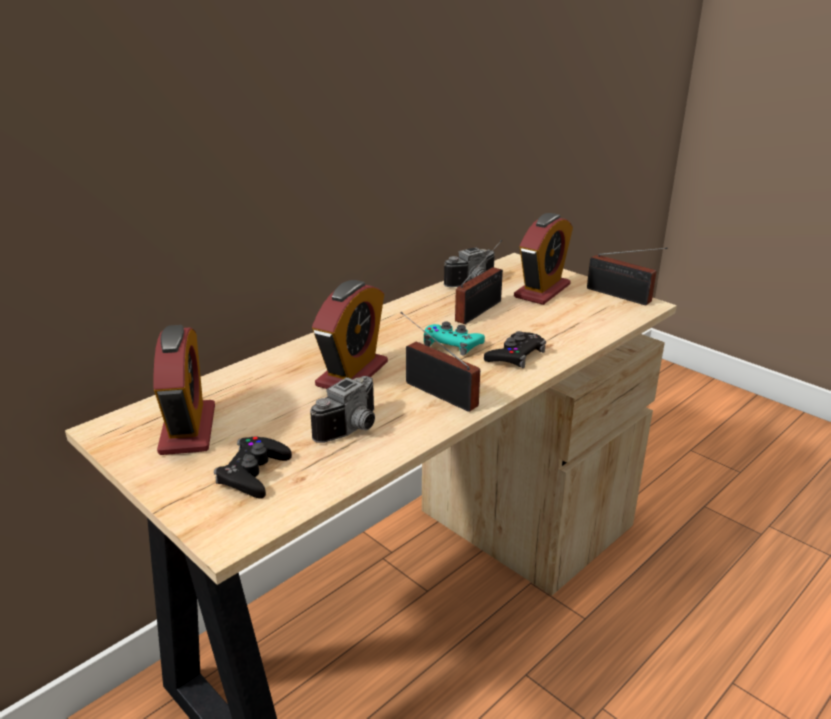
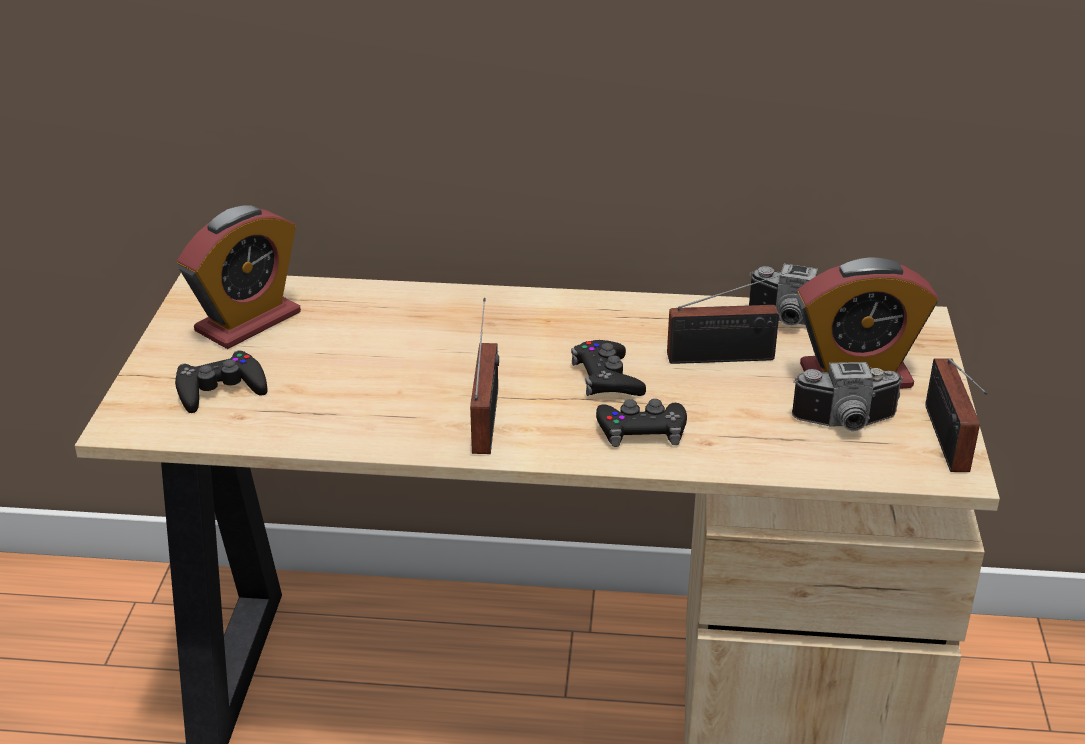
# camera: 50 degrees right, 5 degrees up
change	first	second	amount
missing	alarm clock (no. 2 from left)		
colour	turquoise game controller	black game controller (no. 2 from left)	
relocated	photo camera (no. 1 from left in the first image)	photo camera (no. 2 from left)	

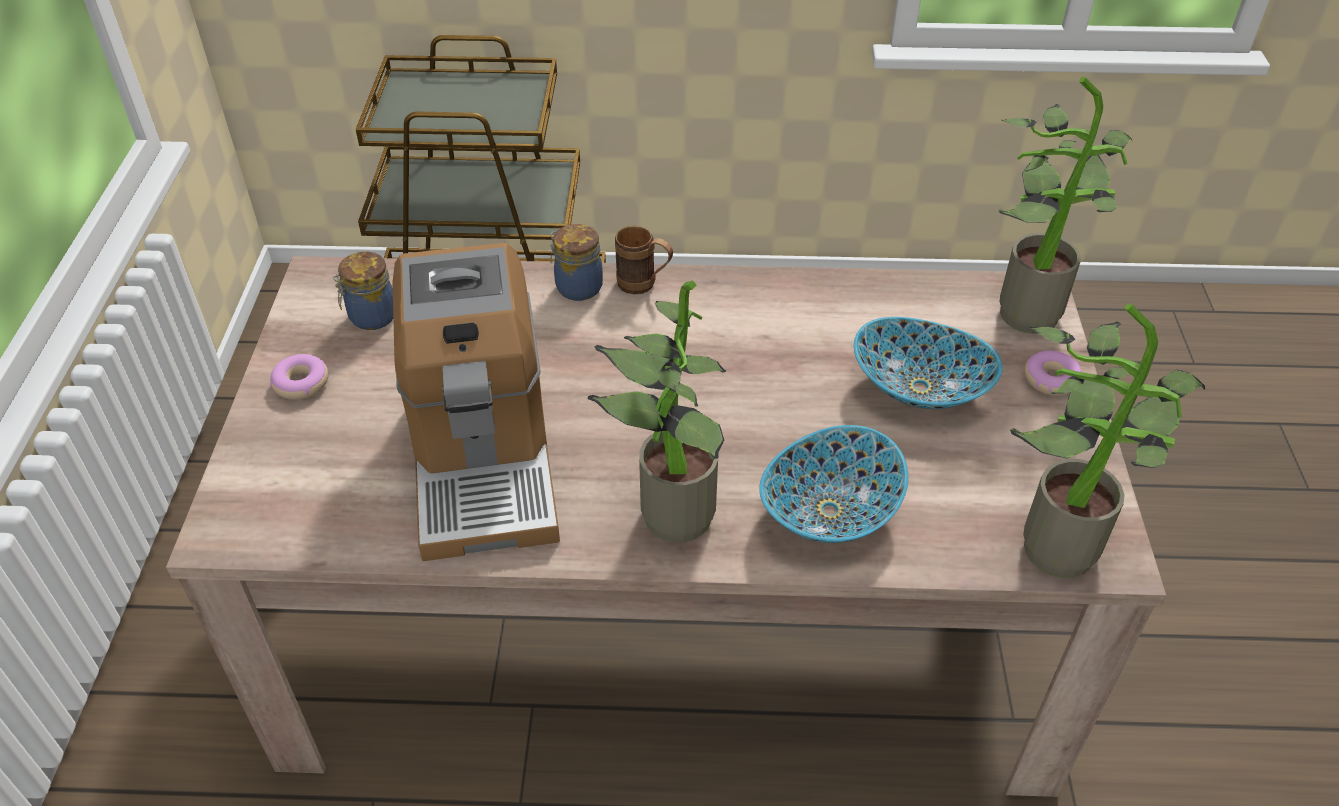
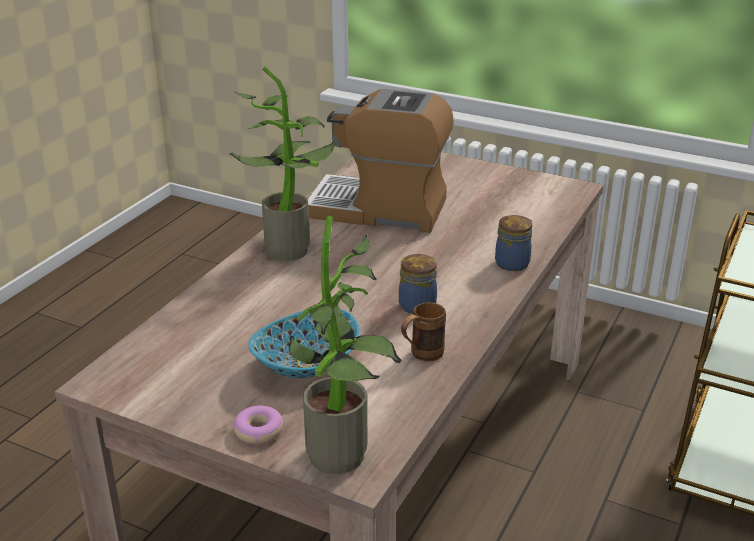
# camera: 115 degrees right, 15 degrees down
change	first	second	amount
relocated	brown mug		
relocated	jar (no. 1 from left)		
missing	potted plant (no. 3 from left)		
missing	donut (no. 1 from left)		
missing	bowl (no. 1 from left)		

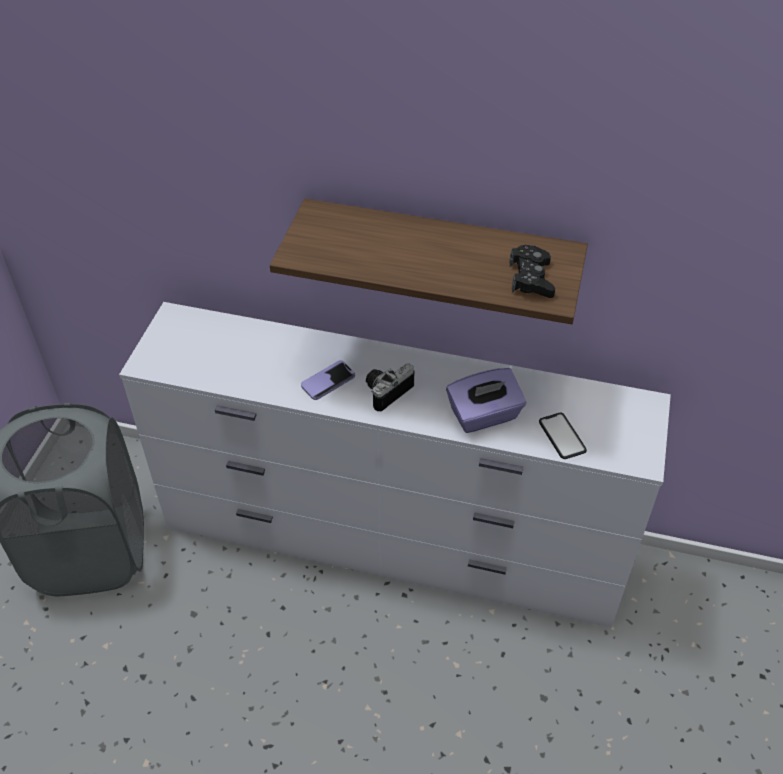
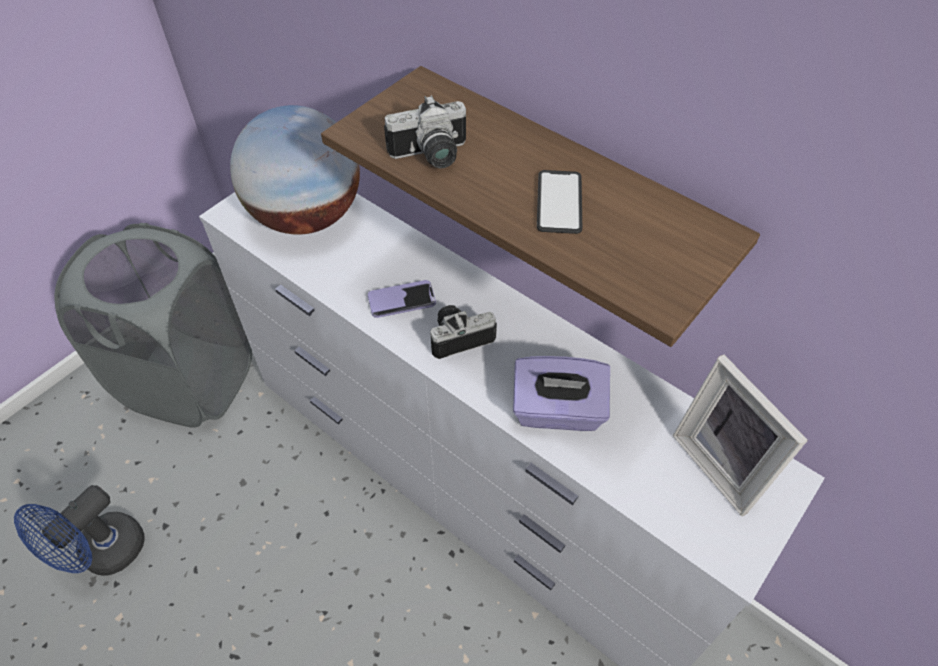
# camera: 25 degrees right, 5 degrees up
change	first	second	amount
missing	black game controller		
relocated	phone (no. 2 from left)		
appeared		photo camera (no. 1 from left)	
appeared		globe	
appeared		picture frame	
appeared		blue fan	

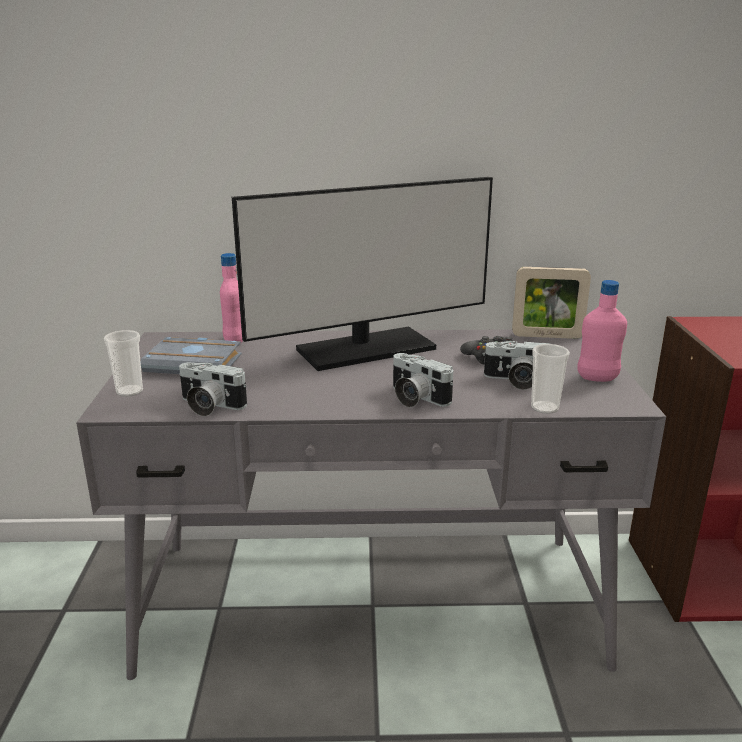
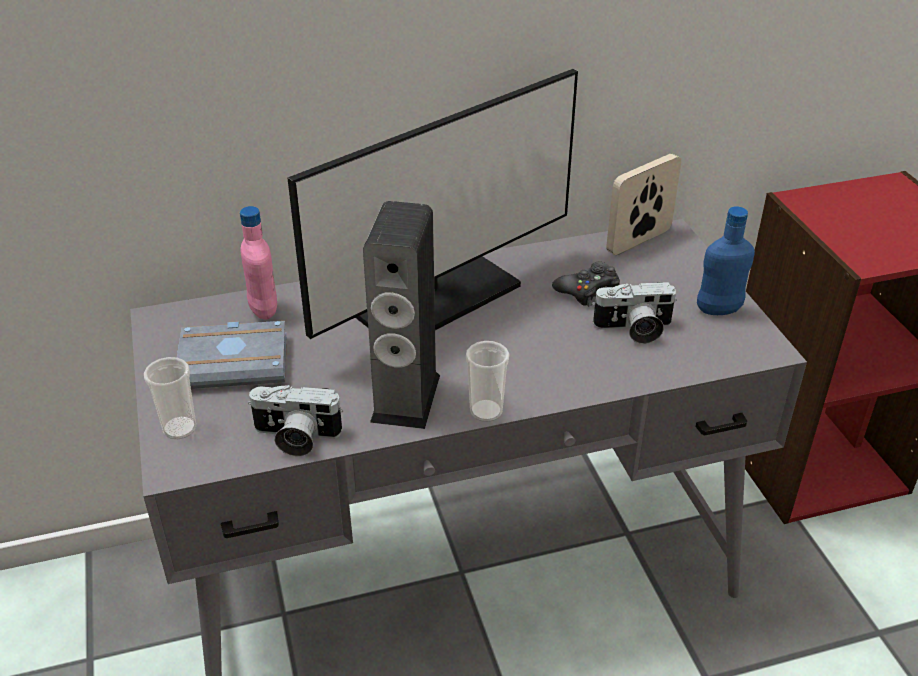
# camera: 15 degrees left, 15 degrees up
change	first	second	amount
spun	picture frame		150 degrees clockwise
colour	pink bottle (no. 2 from left)	blue bottle	
relocated	cup (no. 2 from left)		
missing	photo camera (no. 2 from left)		
appeared		speaker	

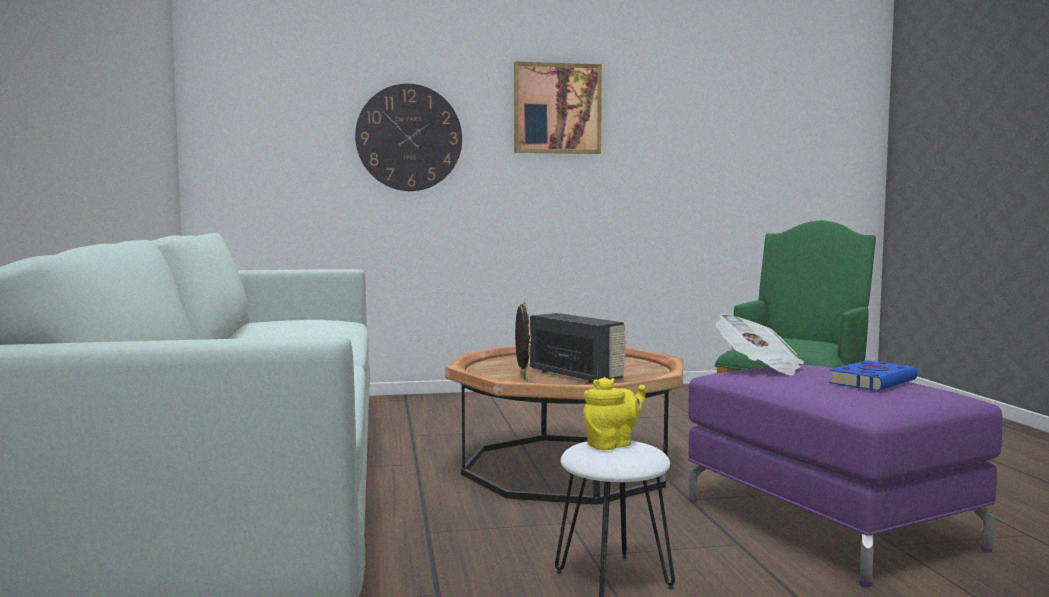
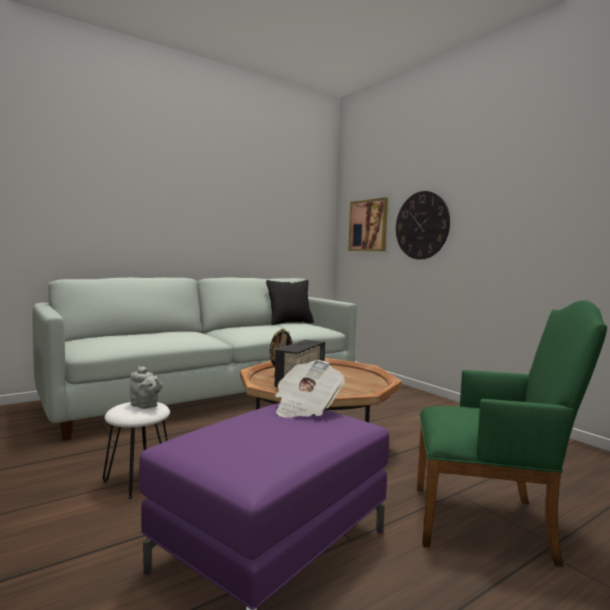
# camera: 65 degrees right, 0 degrees up
change	first	second	amount
relocated	picture		
missing	blue book		
colour	yellow teapot	grey teapot	
appeared		black pillow	

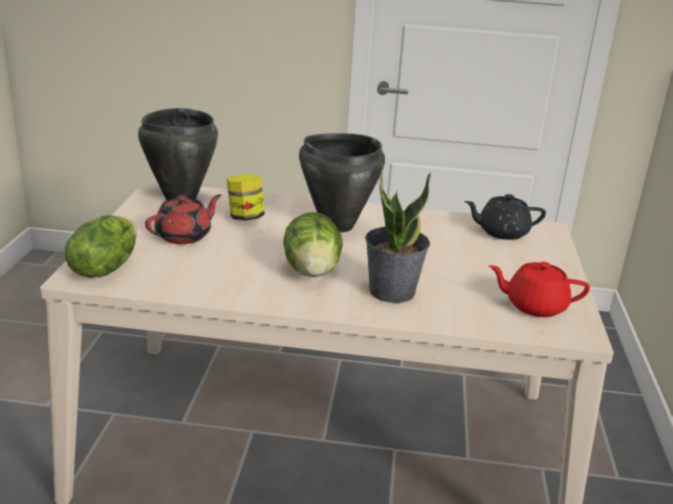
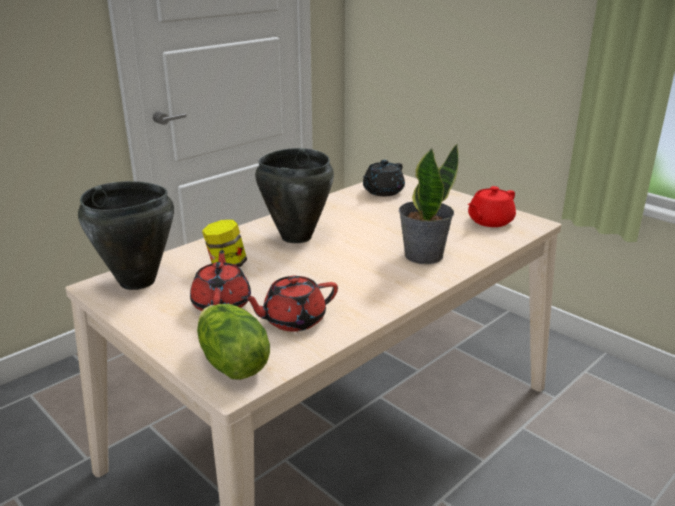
# camera: 50 degrees left, 0 degrees up
change	first	second	amount
missing	lettuce (no. 2 from left)		
appeared		red teapot (no. 2 from left)	

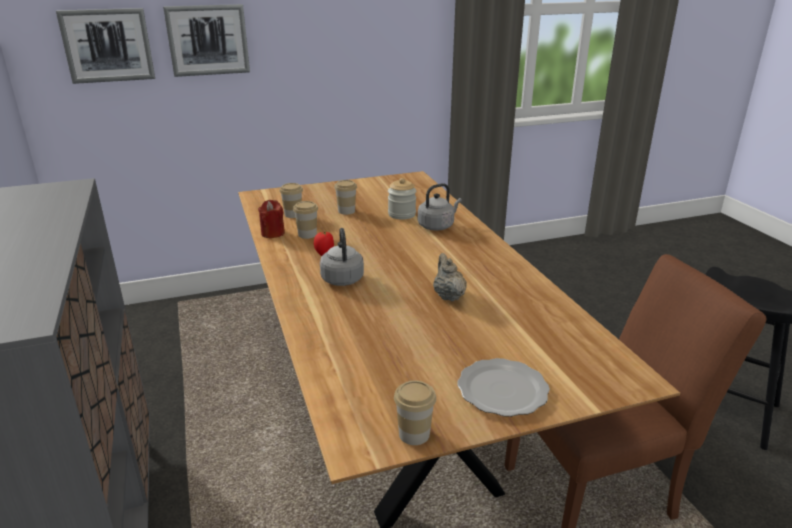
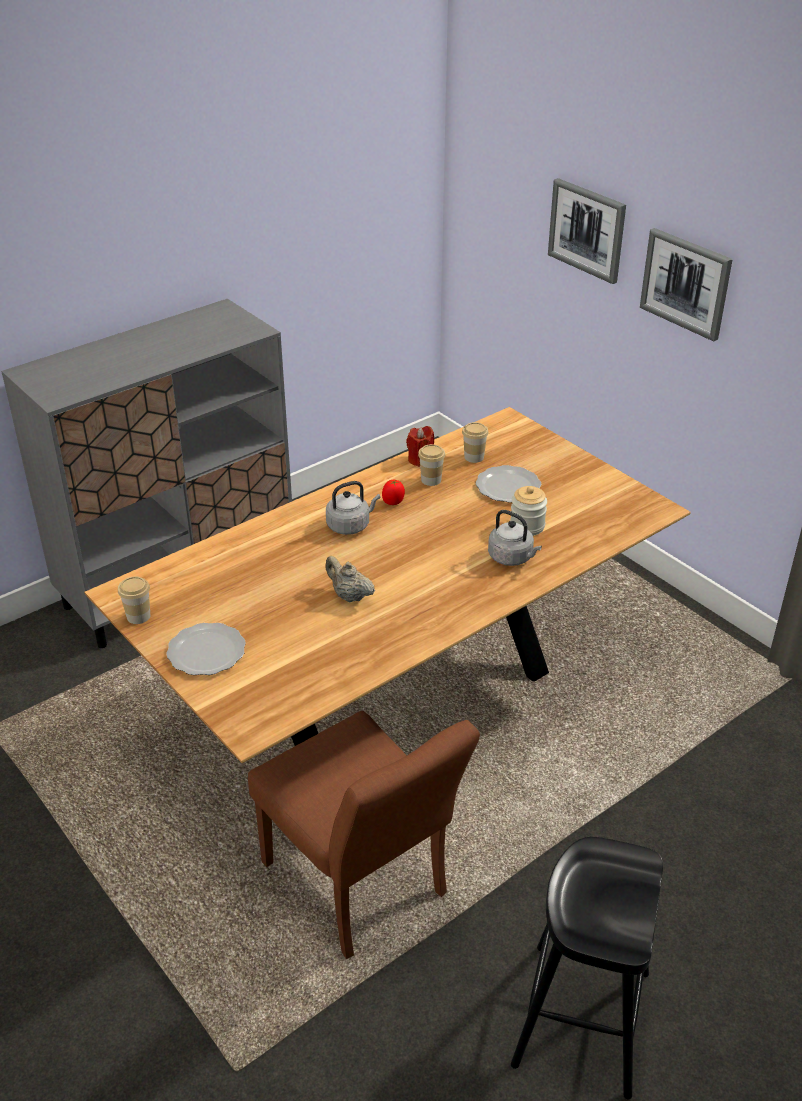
# camera: 70 degrees right, 10 degrees up
change	first	second	amount
relocated	picture (no. 1 from left in the first image)	picture (no. 2 from left)	
exchanged	cup (no. 3 from left)	plate (no. 2 from left)	
spun	beige teapot		105 degrees counterclockwise

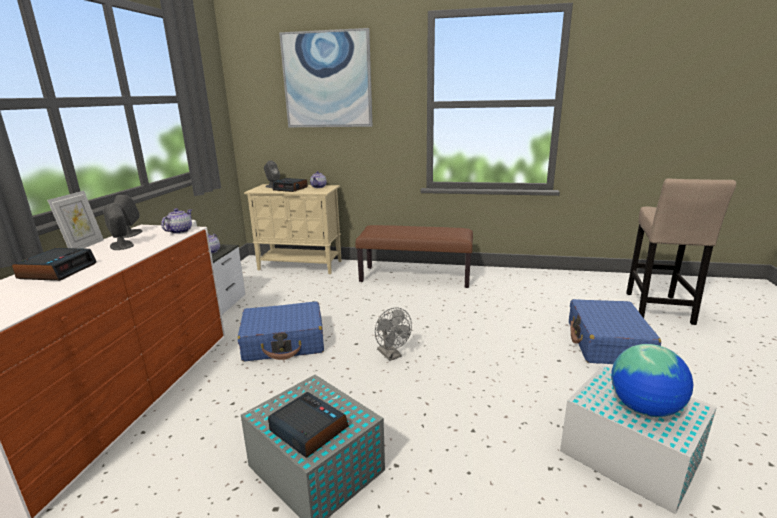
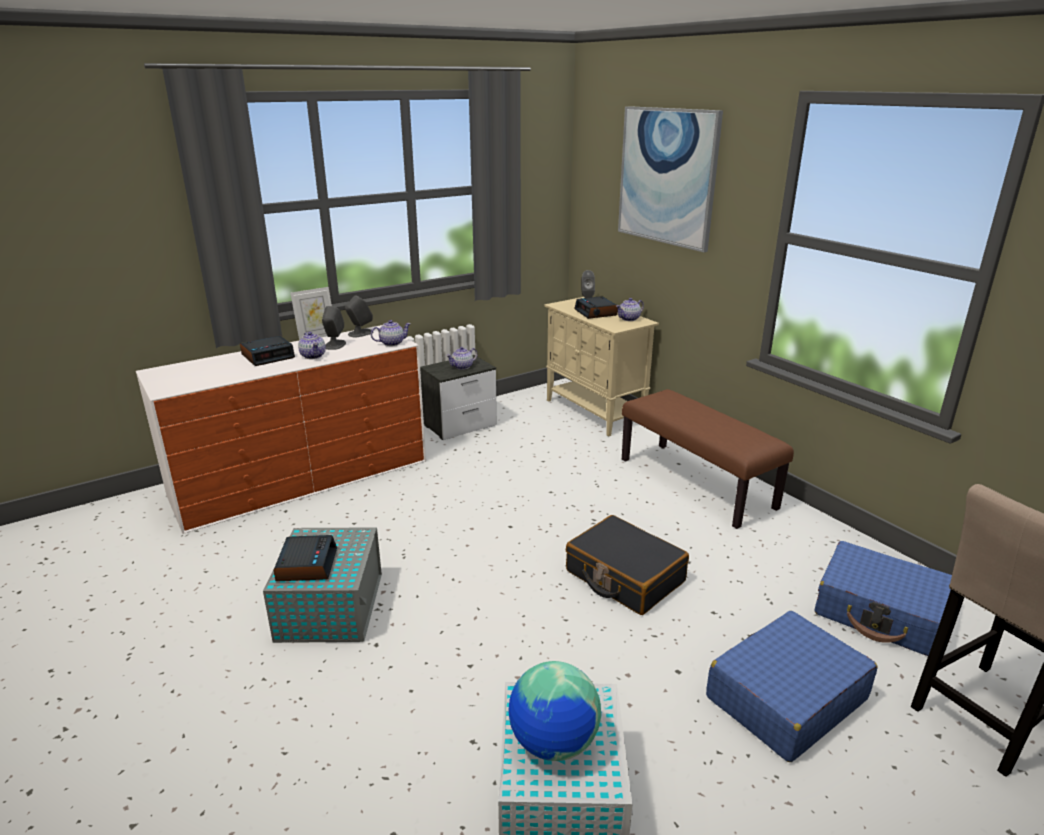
# camera: 45 degrees right, 5 degrees up
change	first	second	amount
relocated	blue suitcase (no. 1 from left in the first image)	blue suitcase (no. 2 from left)	
missing	grey fan		
appeared		teapot (no. 1 from left)	
appeared		black suitcase	

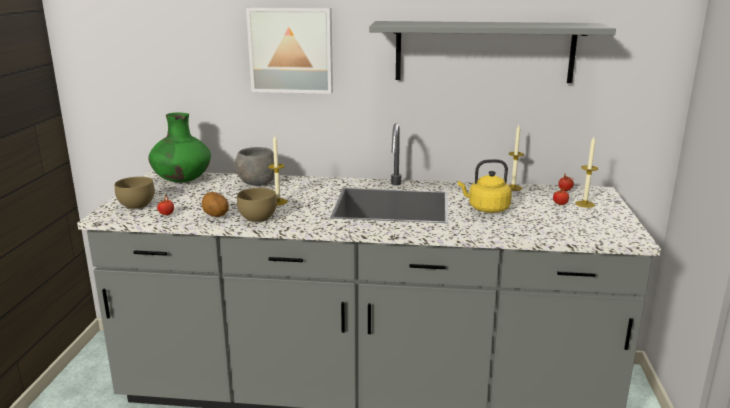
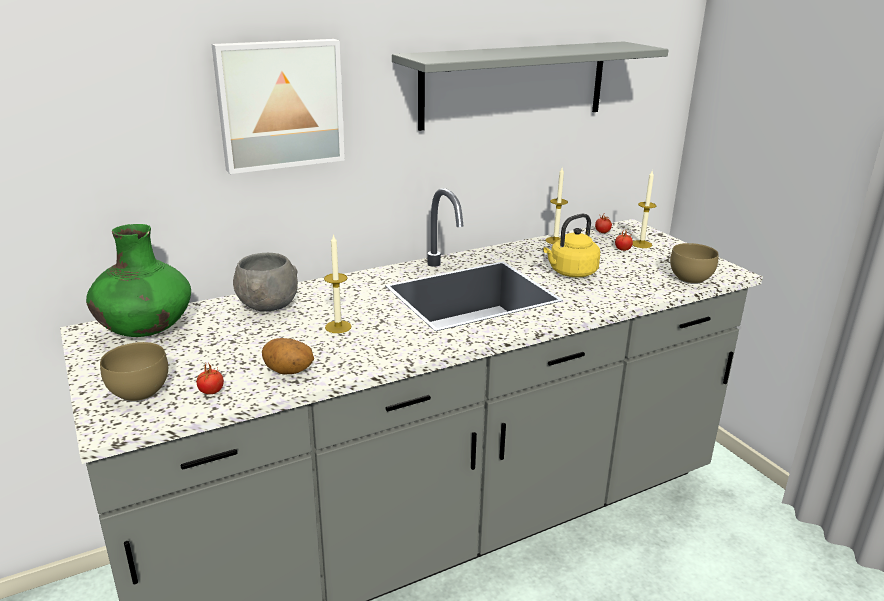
# camera: 35 degrees left, 5 degrees up
change	first	second	amount
relocated	brown bowl (no. 2 from left)		

